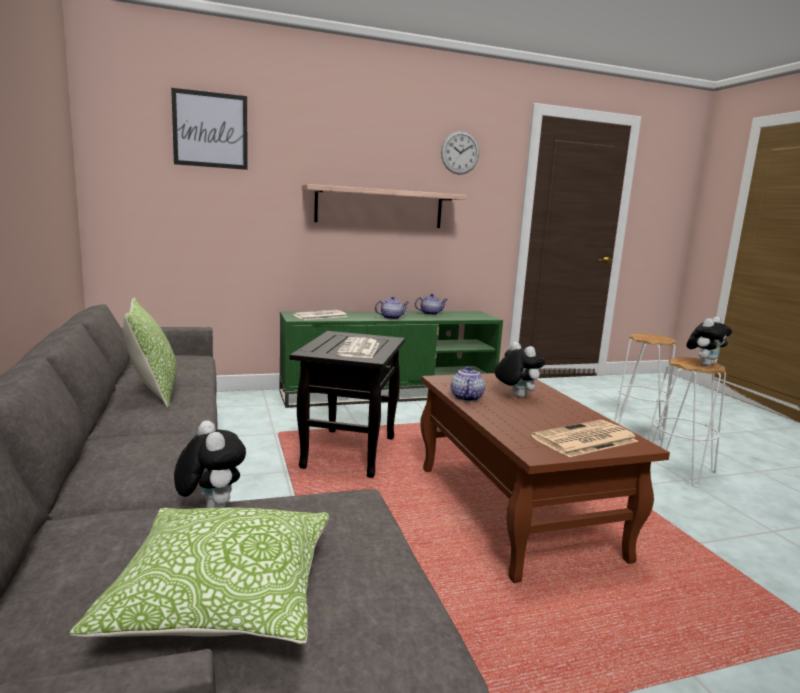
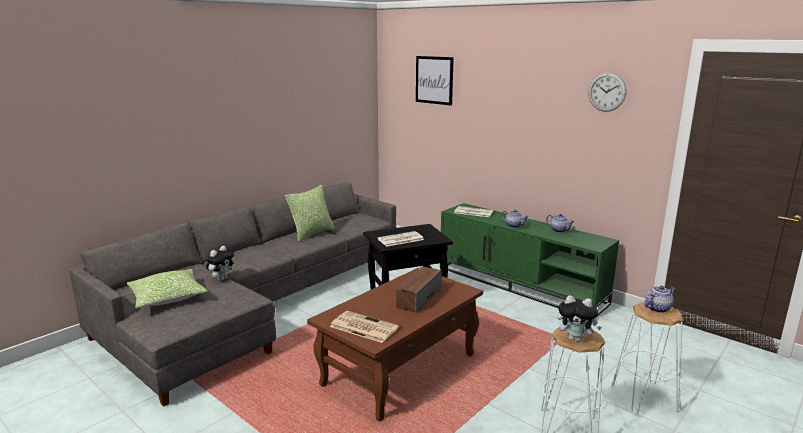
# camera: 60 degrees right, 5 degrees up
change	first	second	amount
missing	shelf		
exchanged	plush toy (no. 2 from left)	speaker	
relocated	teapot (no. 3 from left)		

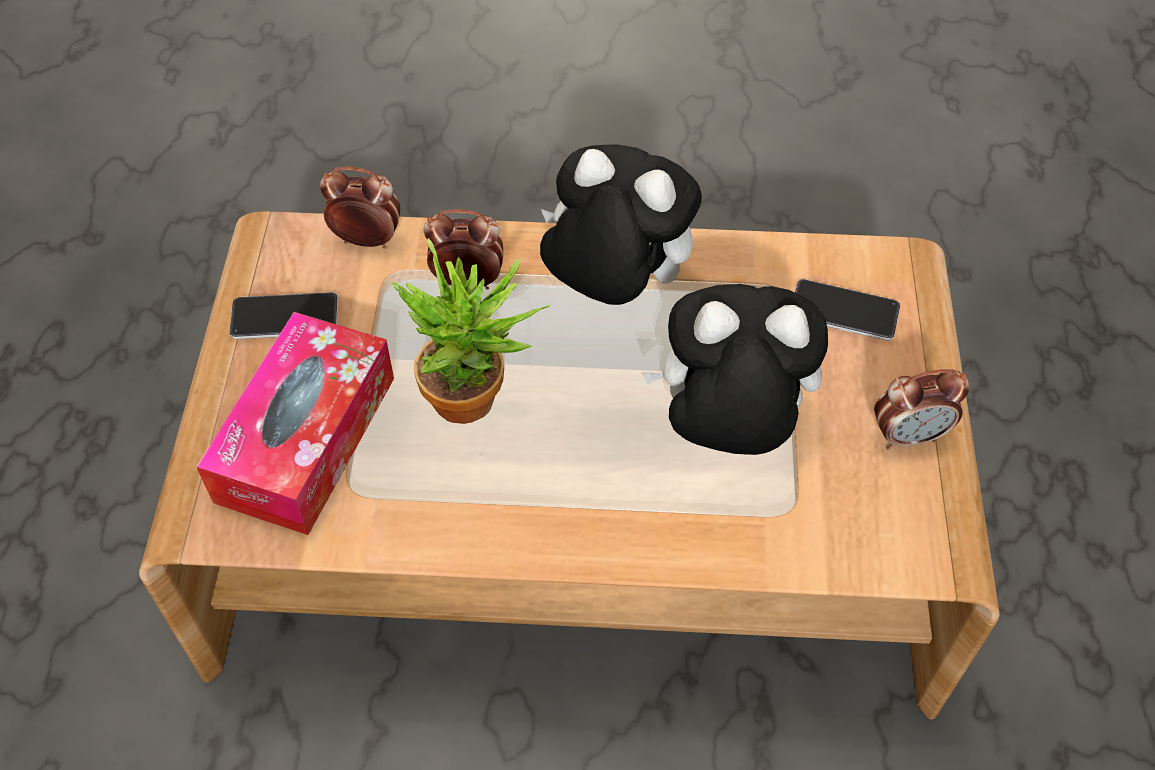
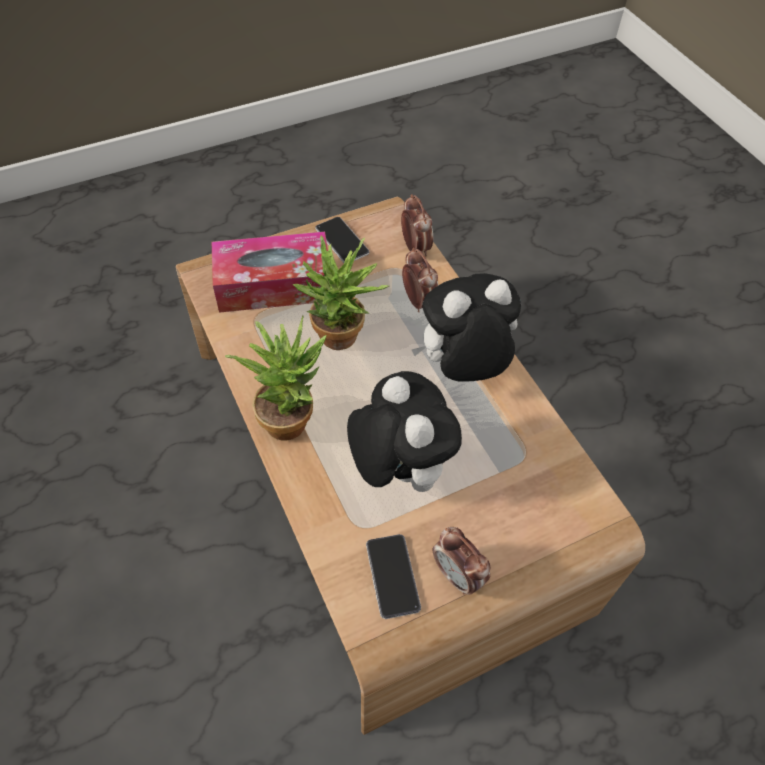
# camera: 60 degrees right, 0 degrees up
change	first	second	amount
spun	plush toy (no. 1 from left in the first image)	plush toy (no. 2 from left)	105 degrees counterclockwise
relocated	phone (no. 2 from left)		
appeared		potted plant (no. 1 from left)	

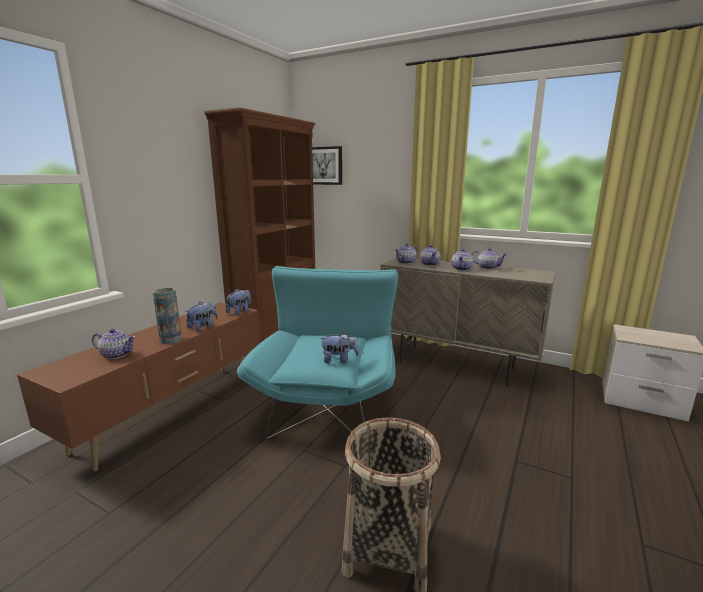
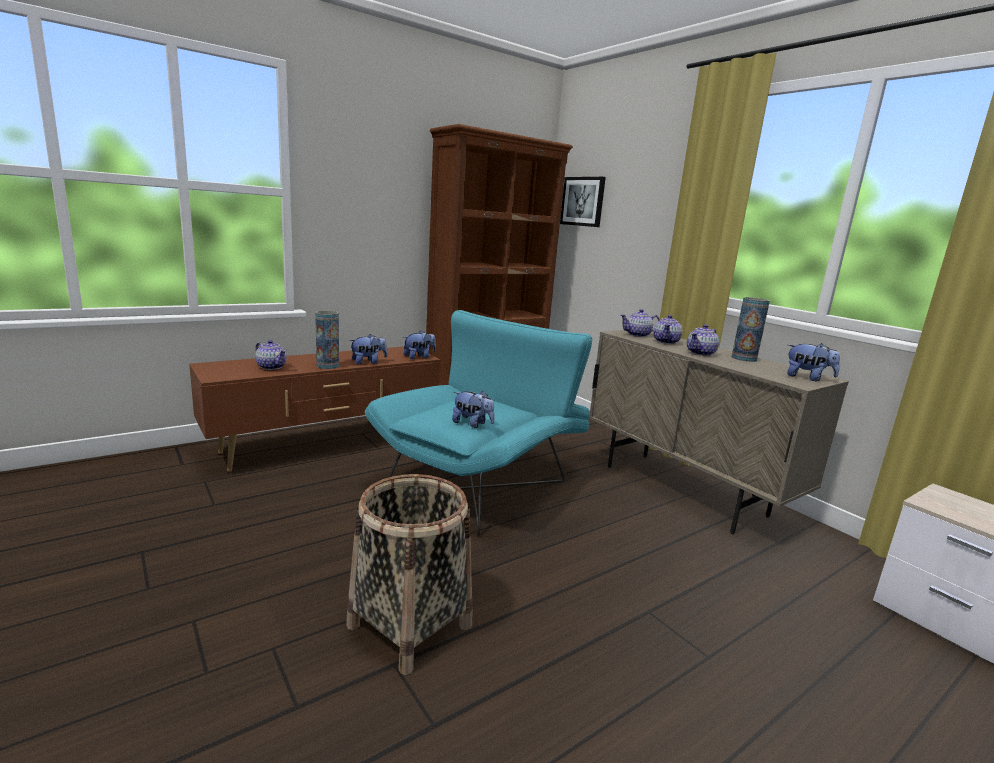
# camera: 25 degrees right, 0 degrees up
change	first	second	amount
exchanged	teapot (no. 5 from left)	vase (no. 2 from left)	
appeared		plush toy (no. 4 from left)	

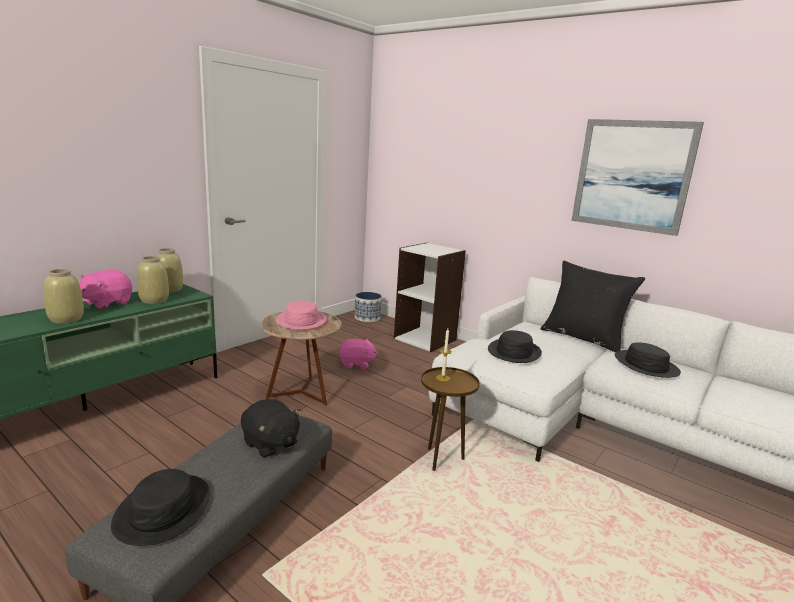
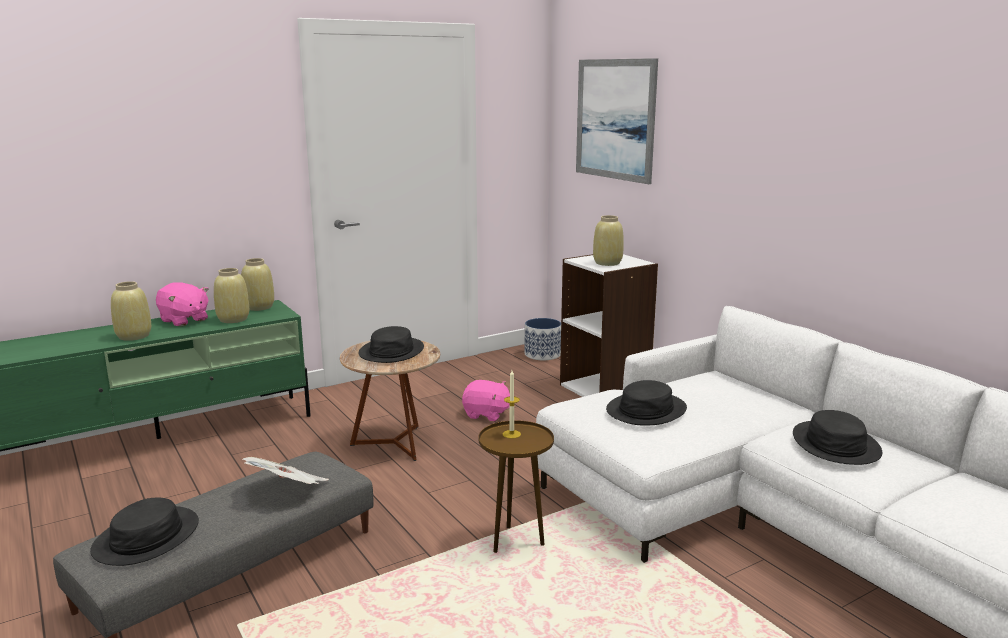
# camera: 20 degrees right, 0 degrees up
change	first	second	amount
relocated	picture		
missing	black pillow		
spun	pink plush toy (no. 1 from left)		105 degrees counterclockwise
colour	pink hat	black hat (no. 2 from left)	
exchanged	black plush toy	newspaper	
appeared		beige vase (no. 4 from left)	

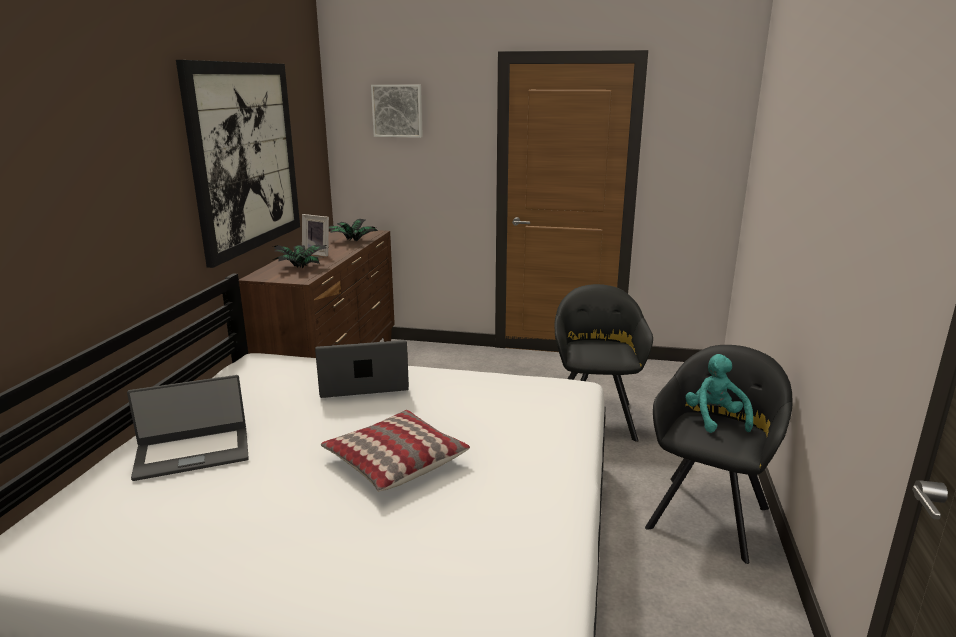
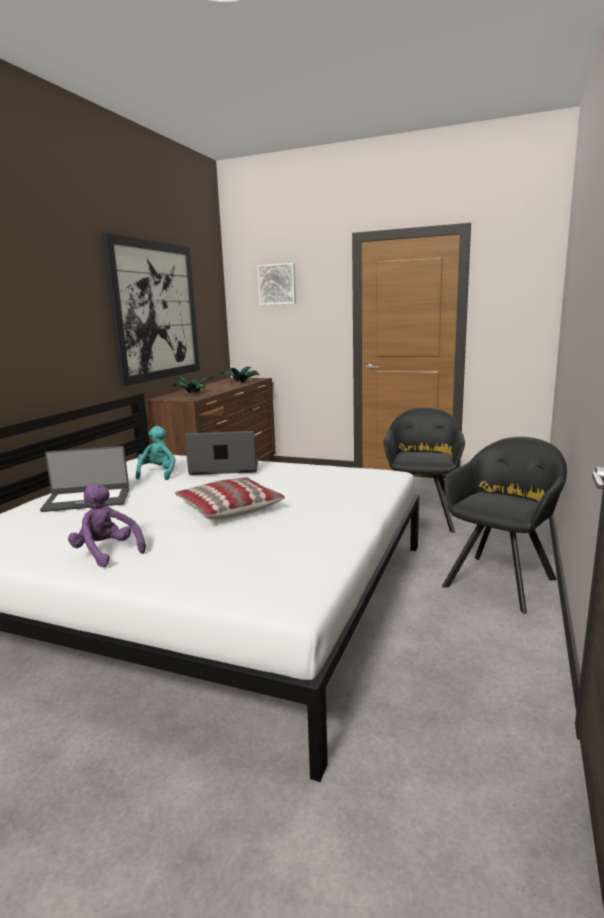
# camera: 10 degrees right, 5 degrees down
change	first	second	amount
missing	picture frame		
relocated	turquoise plush toy		
appeared		purple plush toy	

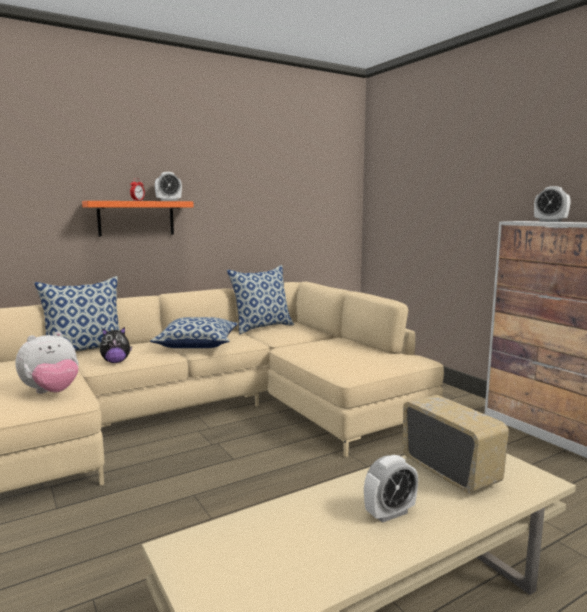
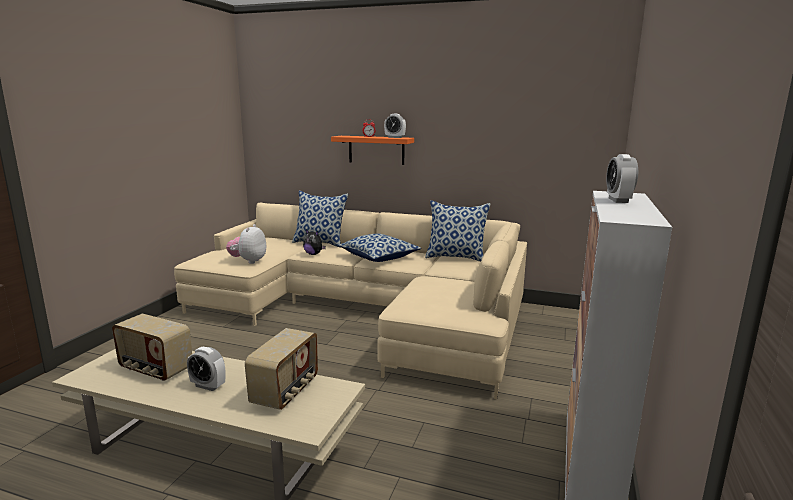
# camera: 50 degrees right, 5 degrees up
change	first	second	amount
spun	plush toy (no. 1 from left)		90 degrees clockwise
appeared		radio (no. 1 from left)	

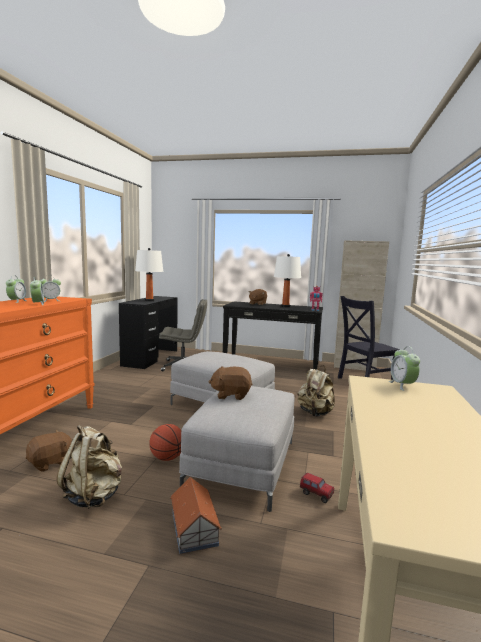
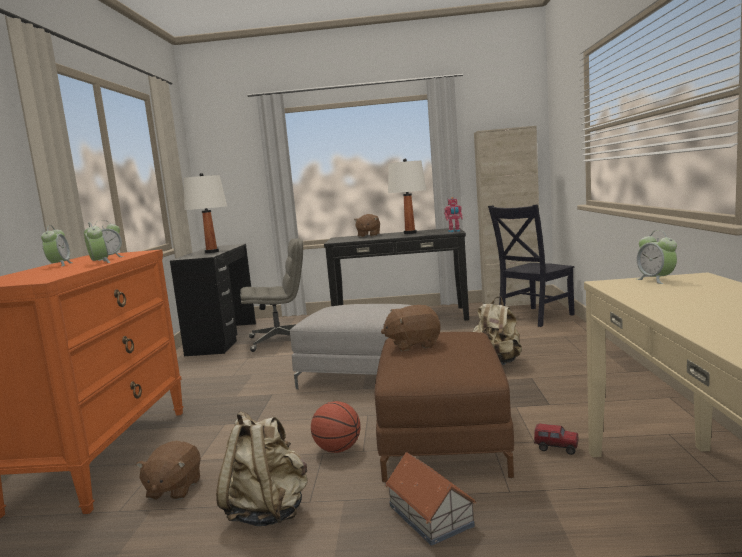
# camera: 10 degrees left, 0 degrees up
change	first	second	amount
colour	grey ottoman (no. 2 from left)	brown ottoman	
spun	brown plush toy (no. 1 from left)		150 degrees clockwise

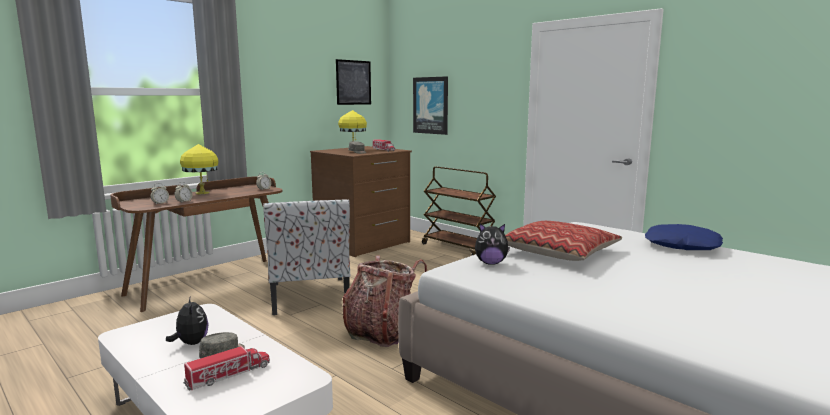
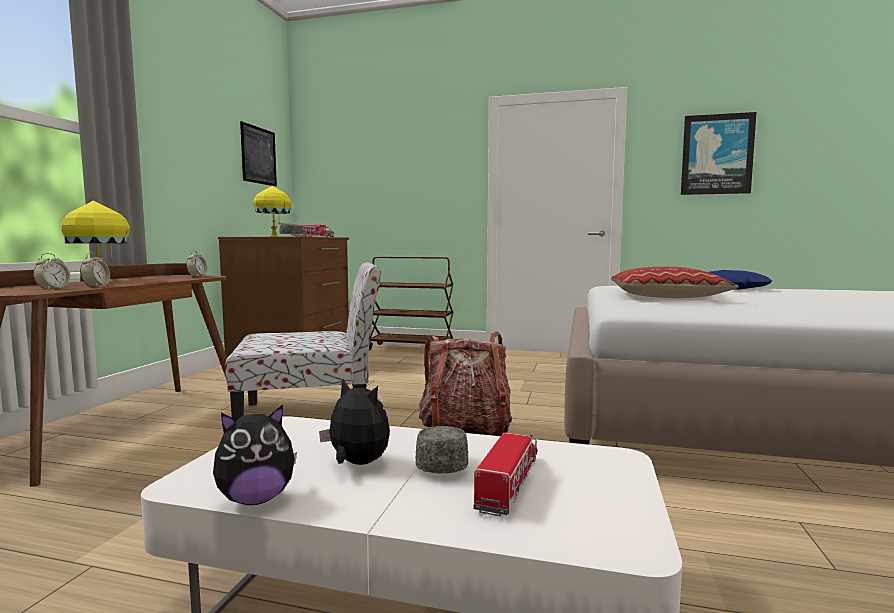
# camera: 30 degrees left, 5 degrees down
change	first	second	amount
relocated	picture (no. 2 from left)		
spun	chair		60 degrees counterclockwise
relocated	plush toy (no. 2 from left in the first image)	plush toy (no. 1 from left)	

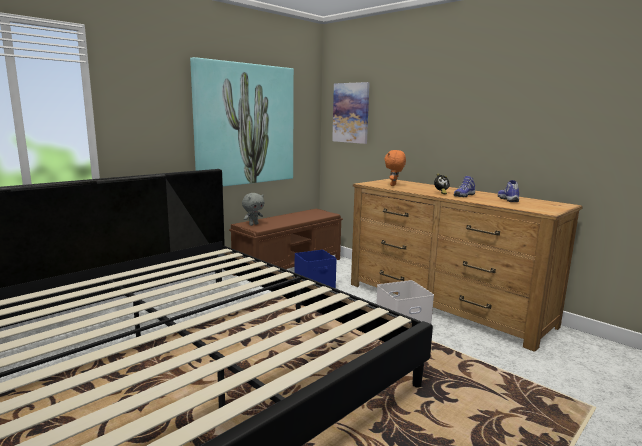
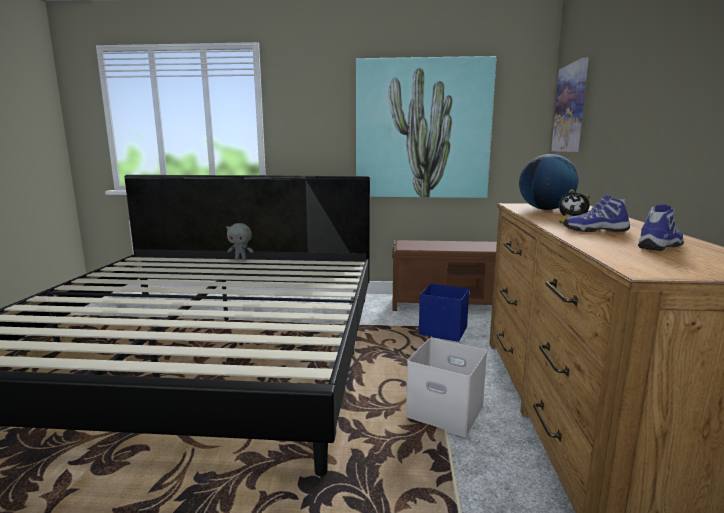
# camera: 50 degrees right, 0 degrees up
change	first	second	amount
exchanged	orange plush toy	globe	
relocated	grey plush toy		

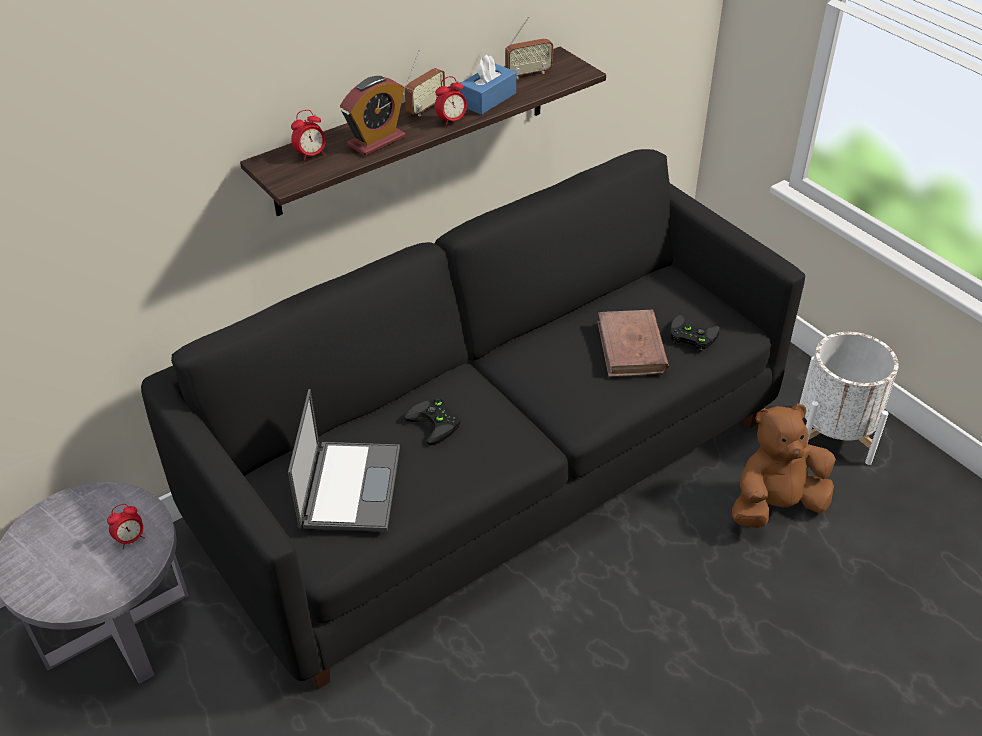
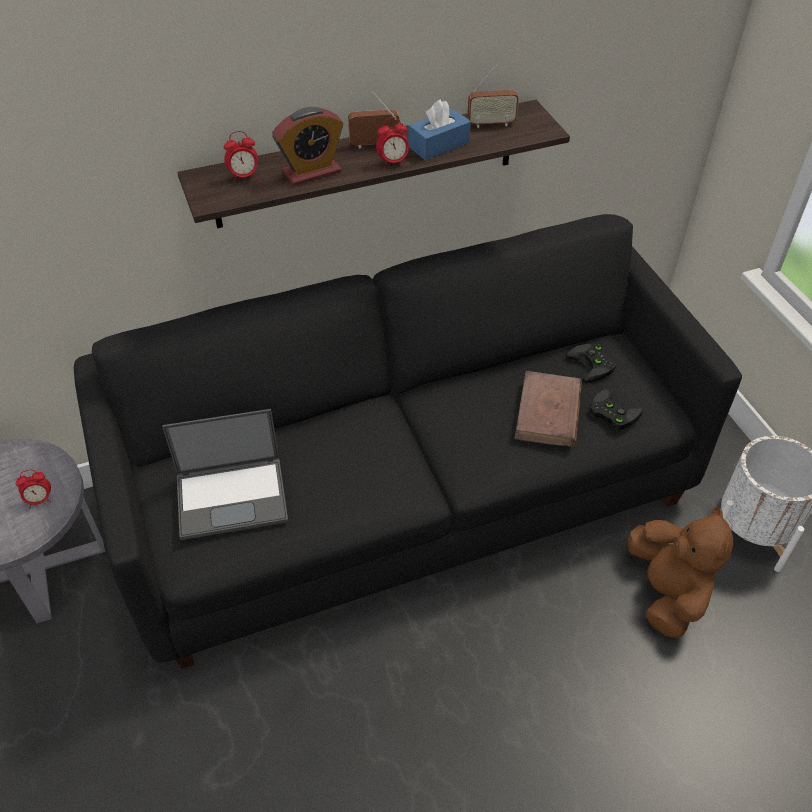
# camera: 15 degrees right, 5 degrees up
change	first	second	amount
spun	radio (no. 1 from left)		150 degrees counterclockwise
spun	laptop		60 degrees clockwise
relocated	black game controller (no. 1 from left)		
spun	brown plush toy		90 degrees clockwise

